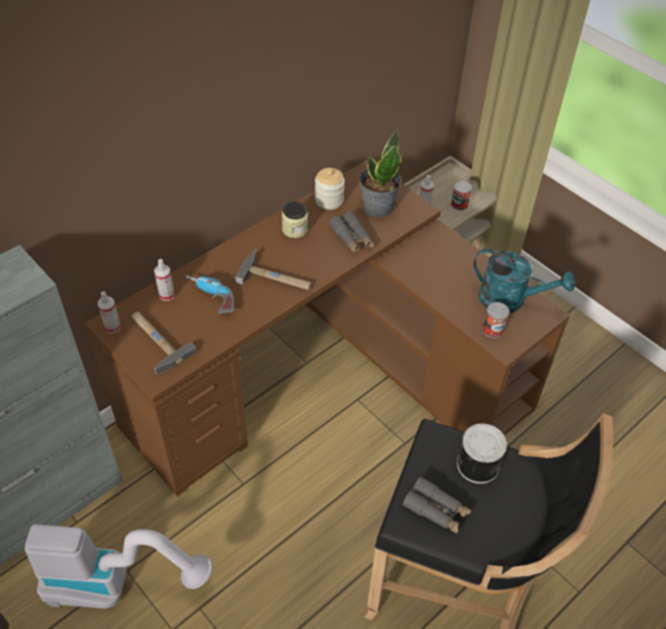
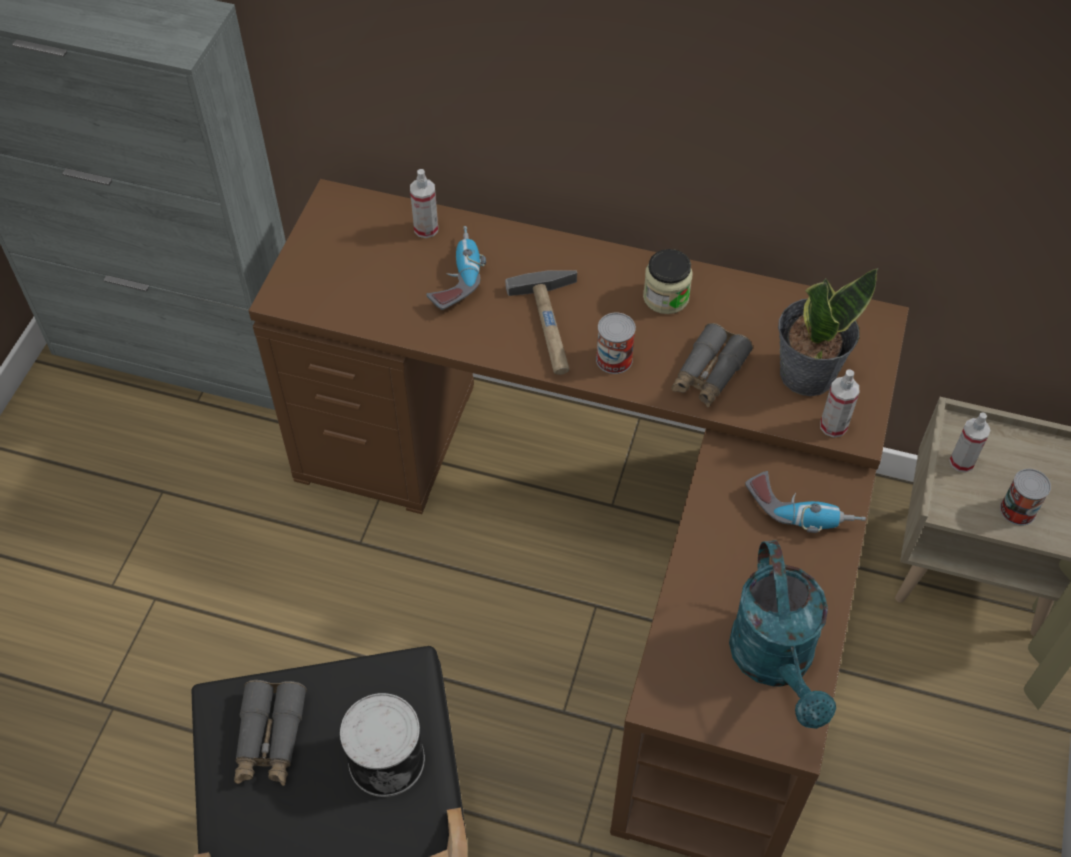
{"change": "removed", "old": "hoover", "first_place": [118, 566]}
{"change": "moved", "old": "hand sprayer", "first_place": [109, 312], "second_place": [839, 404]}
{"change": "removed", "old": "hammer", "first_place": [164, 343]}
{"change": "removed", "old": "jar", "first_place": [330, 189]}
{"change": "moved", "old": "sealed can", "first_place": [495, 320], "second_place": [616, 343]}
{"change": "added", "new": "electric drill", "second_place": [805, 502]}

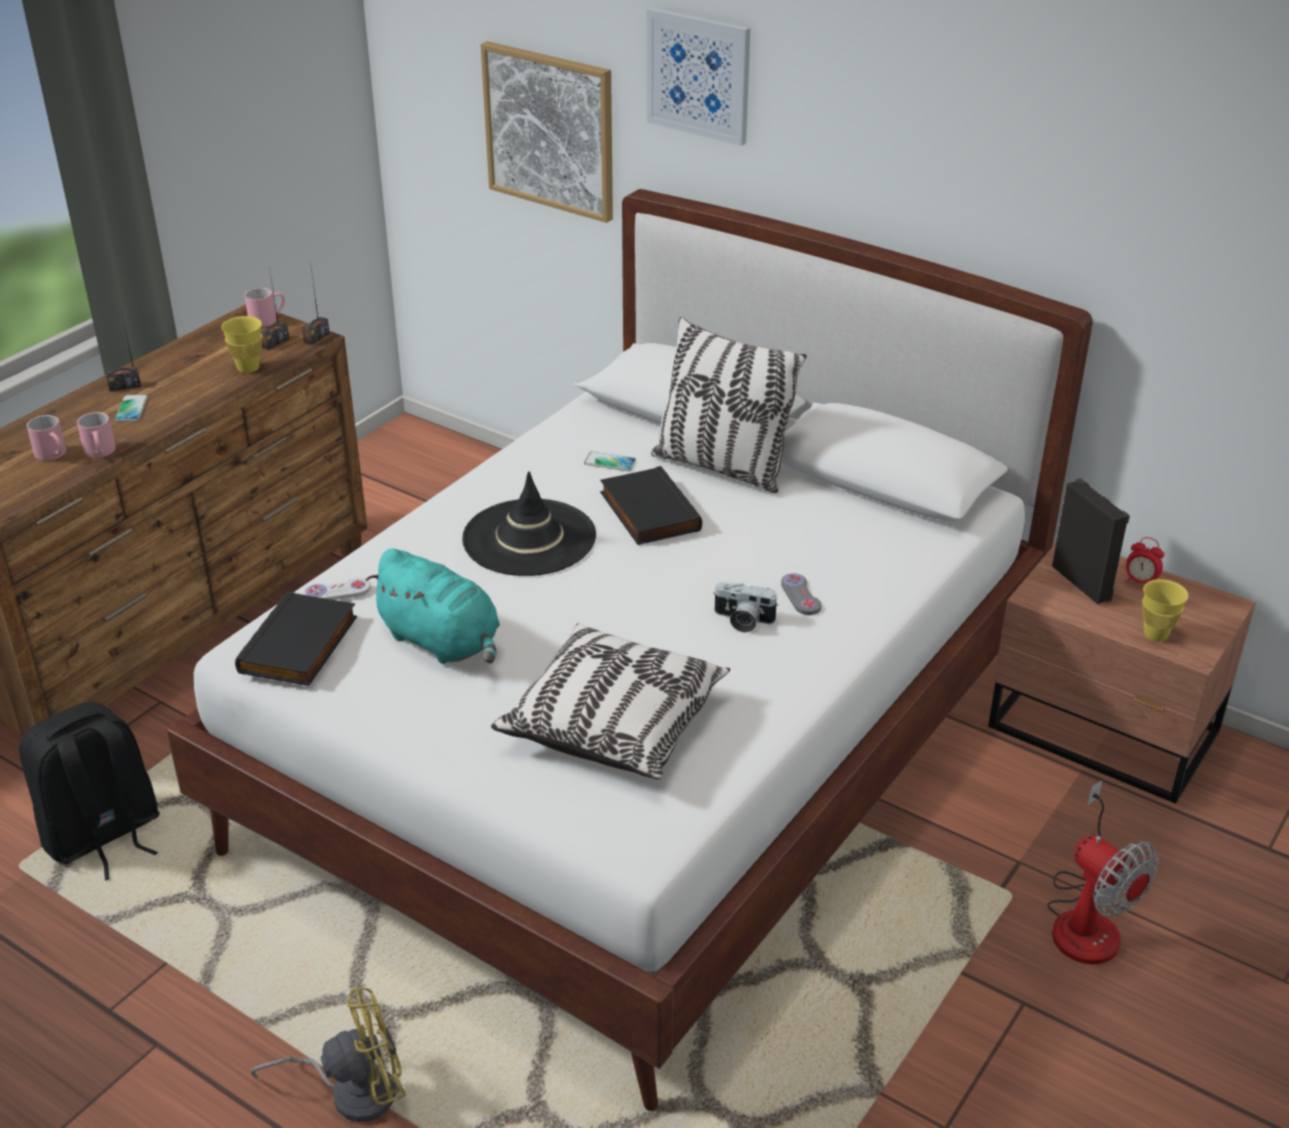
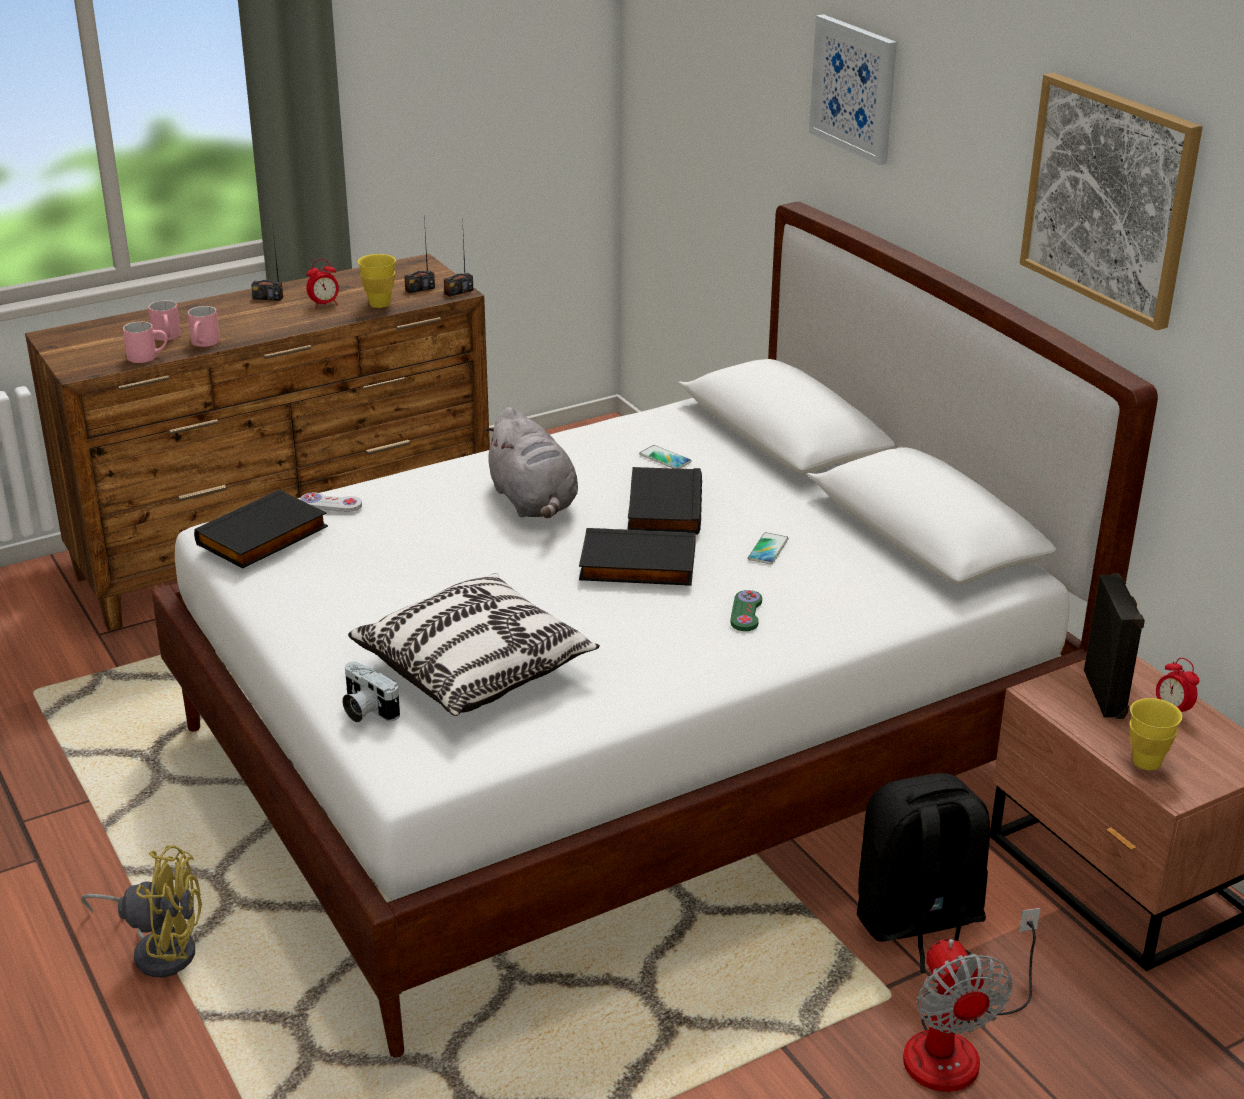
{"change": "moved", "old": "black-coloured knapsack", "first_place": [89, 791], "second_place": [923, 873]}
{"change": "moved", "old": "phone", "first_place": [131, 408], "second_place": [768, 548]}
{"change": "moved", "old": "pink-coloured coffee mug", "first_place": [265, 307], "second_place": [145, 342]}
{"change": "removed", "old": "blue-green soft toy", "first_place": [433, 606]}
{"change": "replaced", "old": "black-coloured wearable hat", "new": "gray soft toy", "first_place": [529, 523], "second_place": [530, 462]}
{"change": "moved", "old": "wall picture", "first_place": [547, 132], "second_place": [1111, 202]}
{"change": "removed", "old": "throw pillow", "first_place": [729, 405]}
{"change": "moved", "old": "still camera", "first_place": [746, 607], "second_place": [371, 692]}
{"change": "recoloured", "old": "gray gamepad", "new": "green gamepad", "first_place": [801, 594], "second_place": [746, 610]}
{"change": "added", "new": "table clock", "second_place": [322, 283]}
{"change": "added", "new": "black-coloured book", "second_place": [637, 557]}

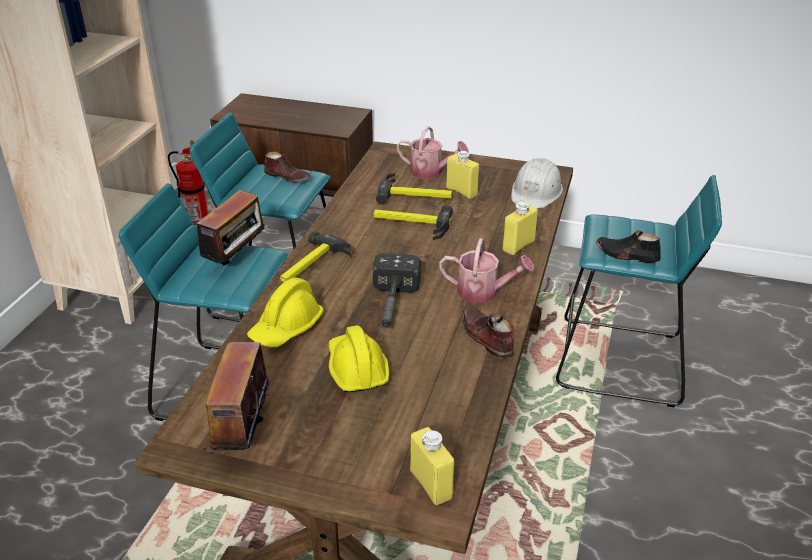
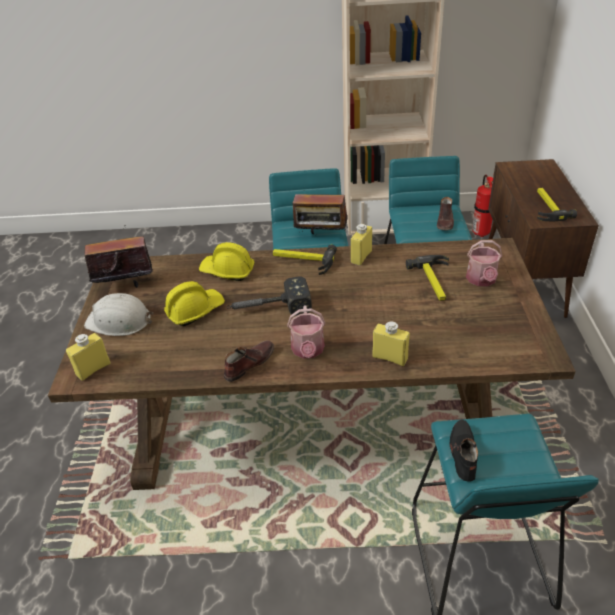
{"change": "moved", "old": "hammer", "first_place": [413, 222], "second_place": [557, 204]}
{"change": "moved", "old": "yellow drink bottle", "first_place": [462, 175], "second_place": [361, 244]}
{"change": "moved", "old": "whitish hard hat", "first_place": [537, 183], "second_place": [118, 314]}

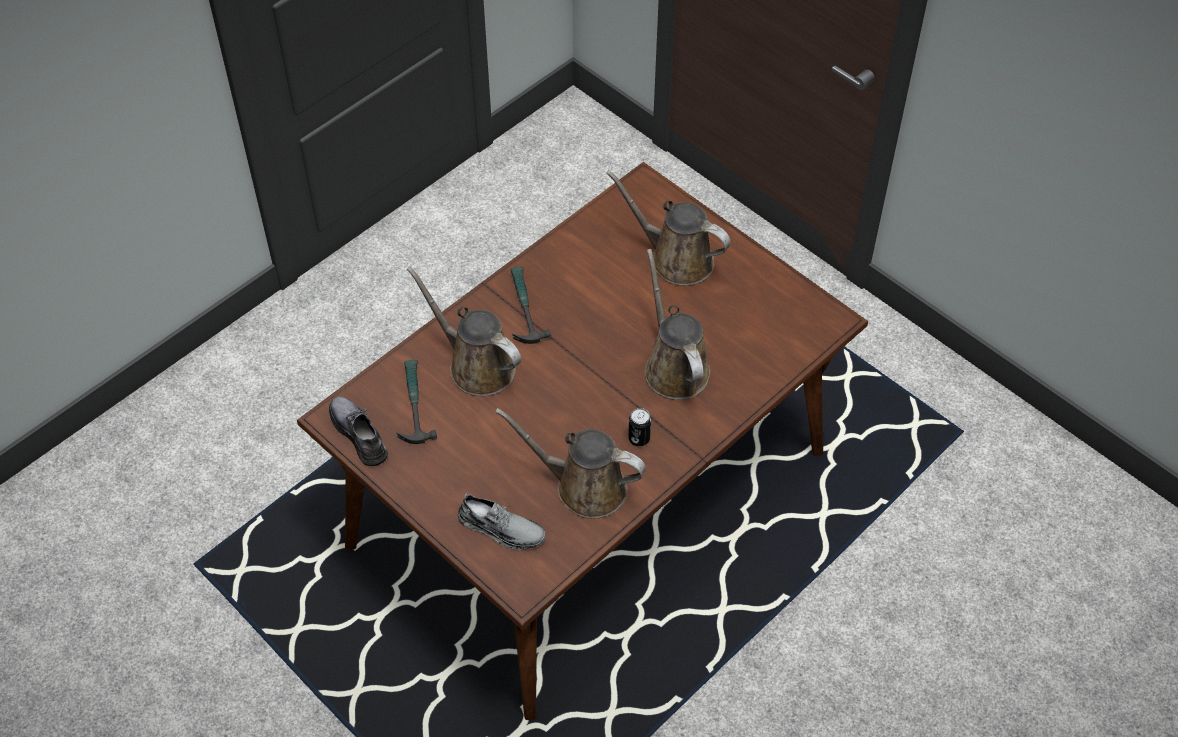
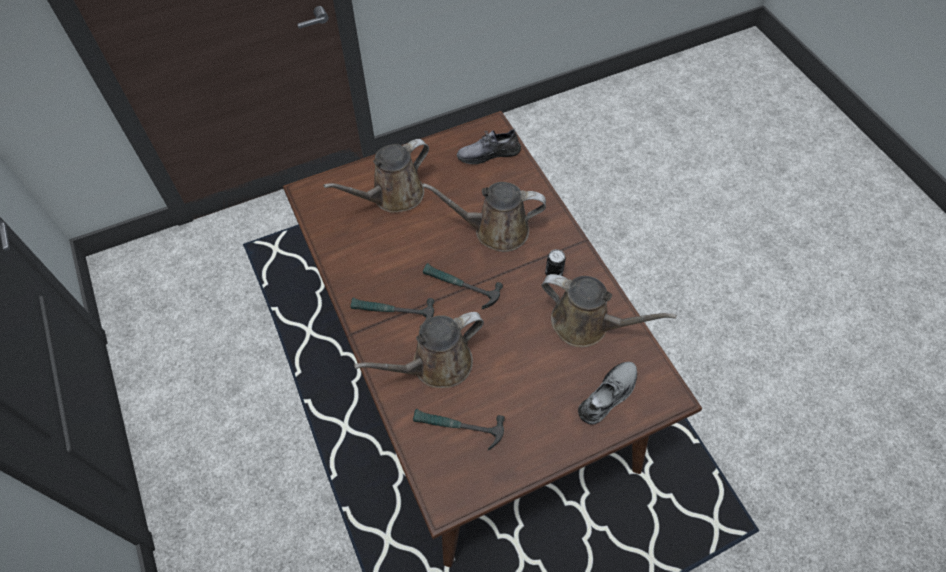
{"change": "moved", "old": "gray low shoe", "first_place": [358, 431], "second_place": [489, 146]}
{"change": "turned", "old": "brown watering pot", "first_place": [570, 463], "second_place": [609, 310], "degrees": -105}
{"change": "added", "new": "hammer", "second_place": [463, 286]}

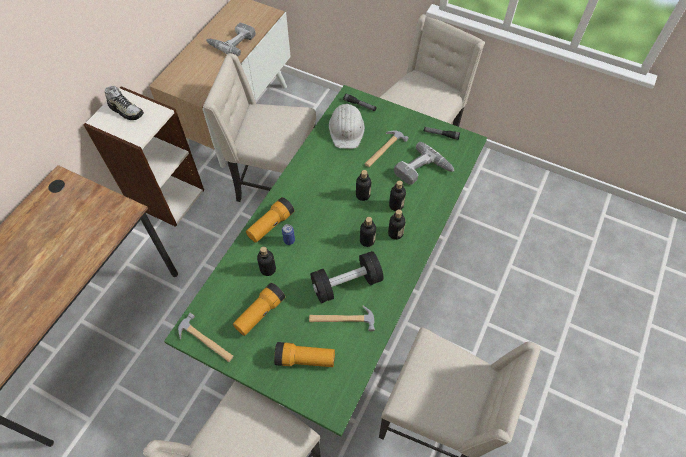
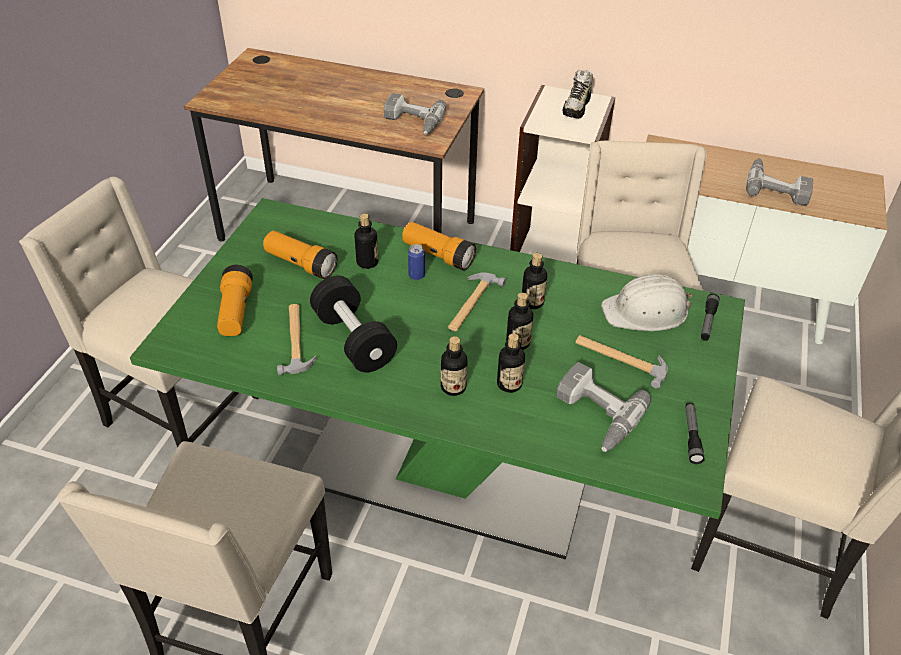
{"change": "moved", "old": "hammer", "first_place": [206, 337], "second_place": [477, 301]}
{"change": "moved", "old": "drink bottle", "first_place": [368, 232], "second_place": [534, 281]}
{"change": "added", "new": "electric drill", "second_place": [415, 114]}

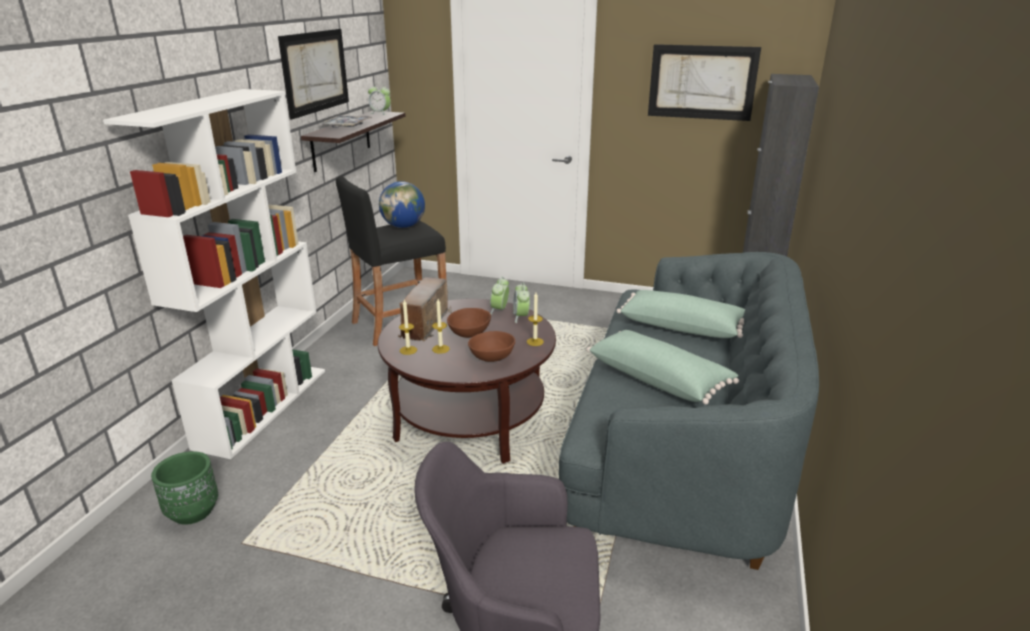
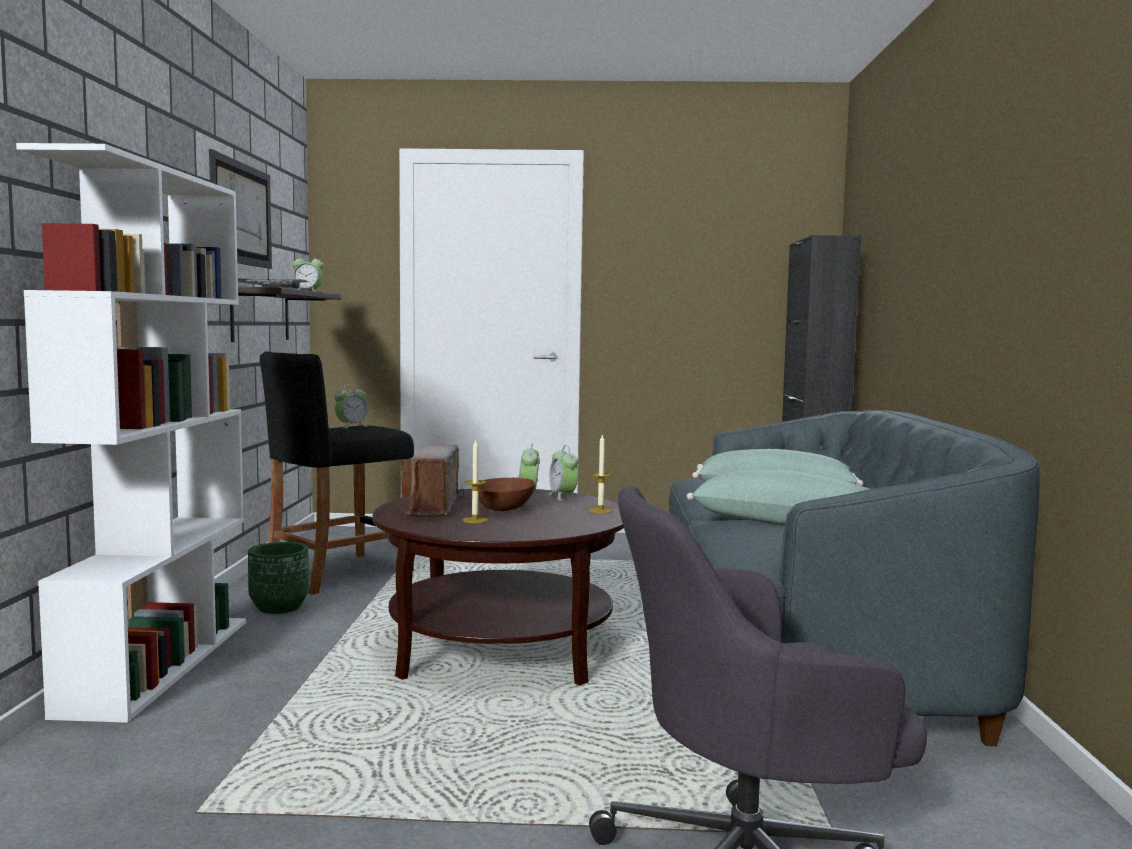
{"change": "moved", "old": "green planter", "first_place": [184, 488], "second_place": [278, 578]}
{"change": "replaced", "old": "world globe", "new": "table clock", "first_place": [402, 204], "second_place": [350, 406]}
{"change": "removed", "old": "wax light", "first_place": [408, 327]}
{"change": "removed", "old": "brown serving bowl", "first_place": [491, 346]}
{"change": "removed", "old": "wall picture", "first_place": [704, 82]}

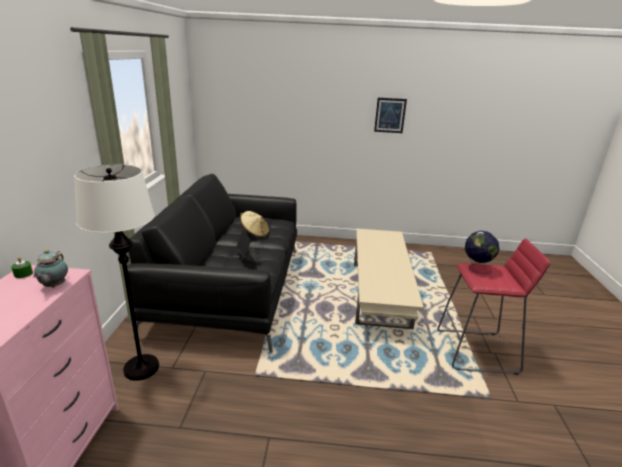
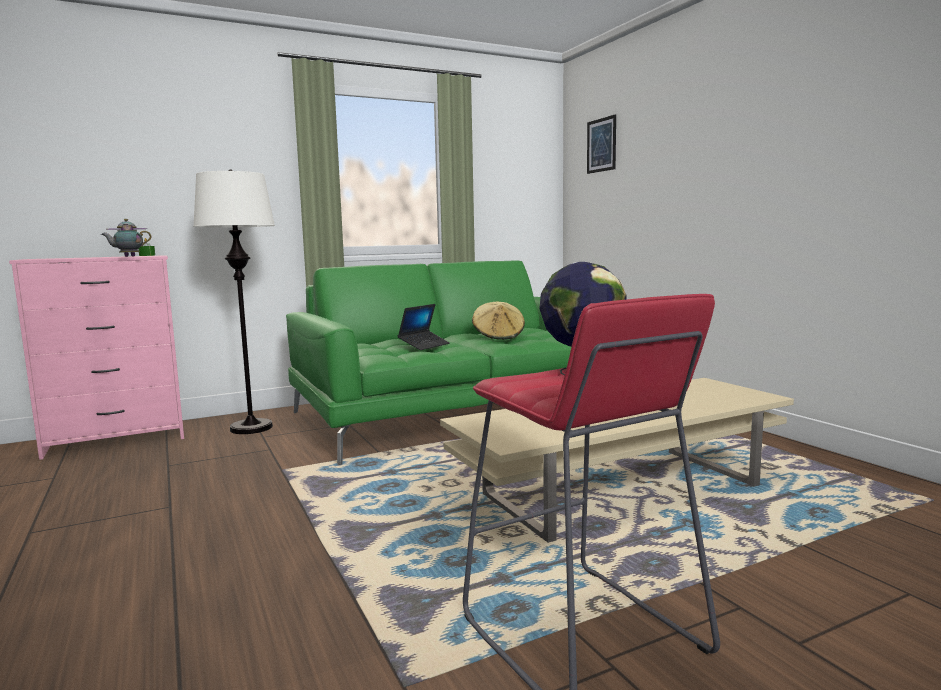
{"change": "recoloured", "old": "black-coloured couch", "new": "green couch", "first_place": [212, 263], "second_place": [428, 362]}
{"change": "moved", "old": "wall picture", "first_place": [390, 115], "second_place": [601, 144]}

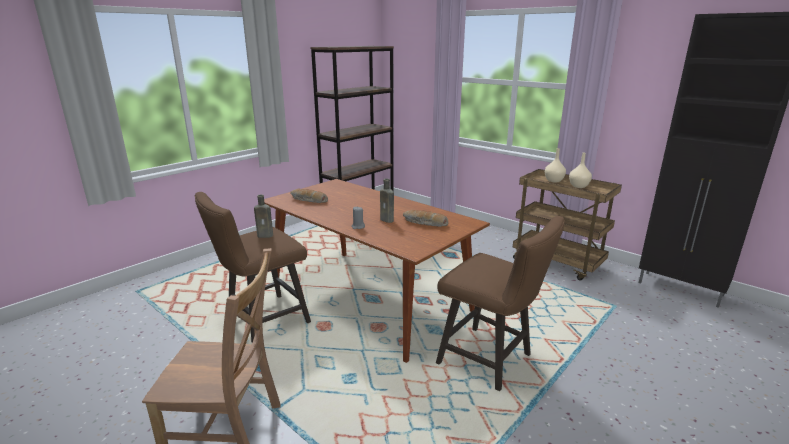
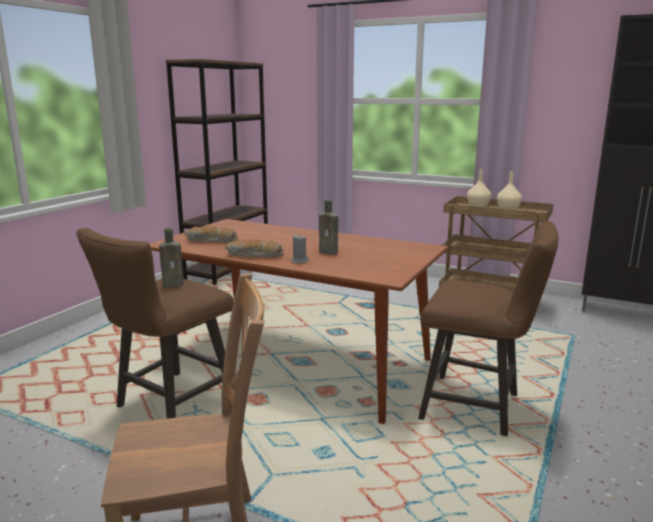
{"change": "moved", "old": "bakery bread", "first_place": [425, 218], "second_place": [254, 248]}

